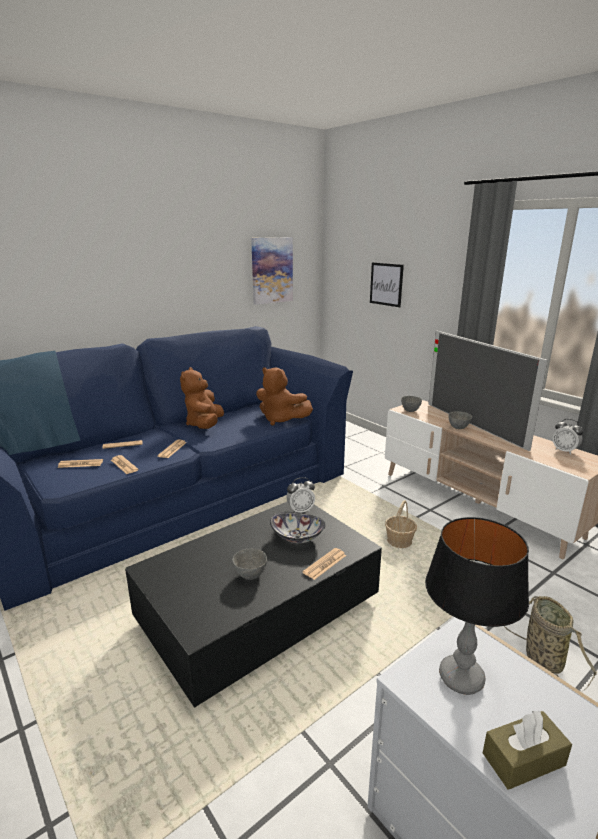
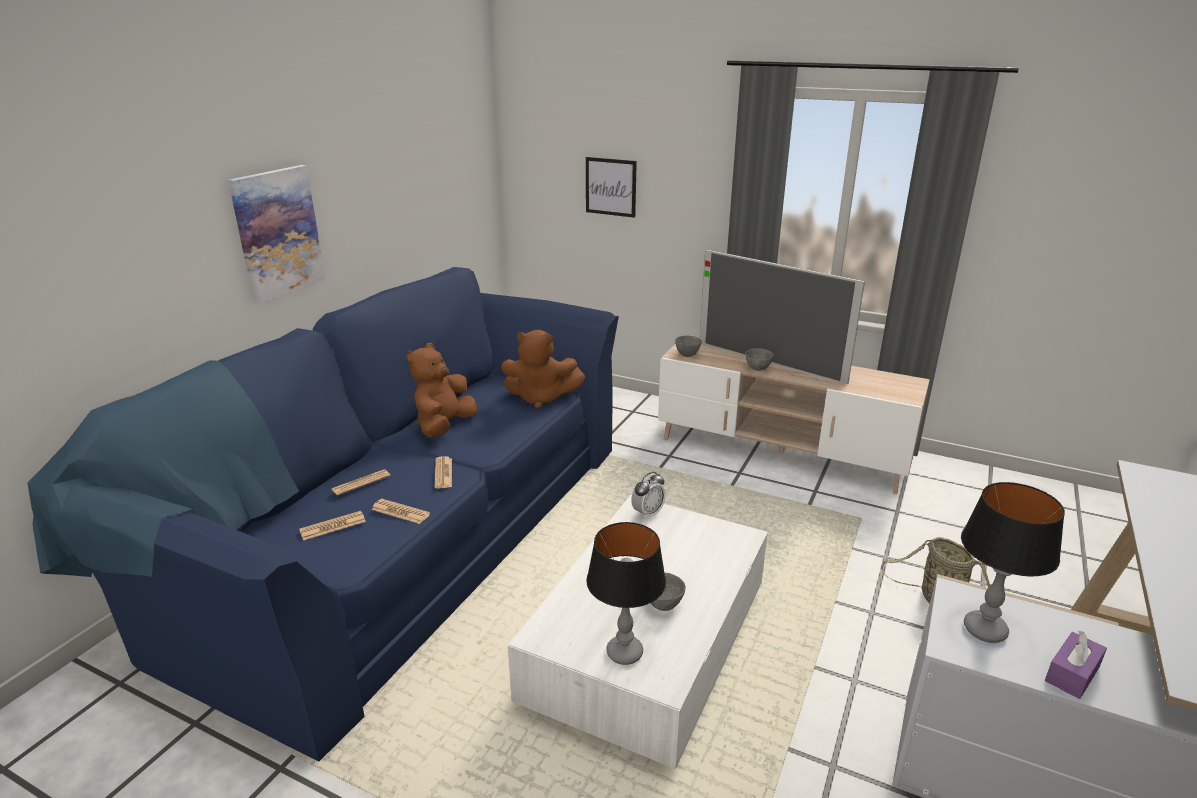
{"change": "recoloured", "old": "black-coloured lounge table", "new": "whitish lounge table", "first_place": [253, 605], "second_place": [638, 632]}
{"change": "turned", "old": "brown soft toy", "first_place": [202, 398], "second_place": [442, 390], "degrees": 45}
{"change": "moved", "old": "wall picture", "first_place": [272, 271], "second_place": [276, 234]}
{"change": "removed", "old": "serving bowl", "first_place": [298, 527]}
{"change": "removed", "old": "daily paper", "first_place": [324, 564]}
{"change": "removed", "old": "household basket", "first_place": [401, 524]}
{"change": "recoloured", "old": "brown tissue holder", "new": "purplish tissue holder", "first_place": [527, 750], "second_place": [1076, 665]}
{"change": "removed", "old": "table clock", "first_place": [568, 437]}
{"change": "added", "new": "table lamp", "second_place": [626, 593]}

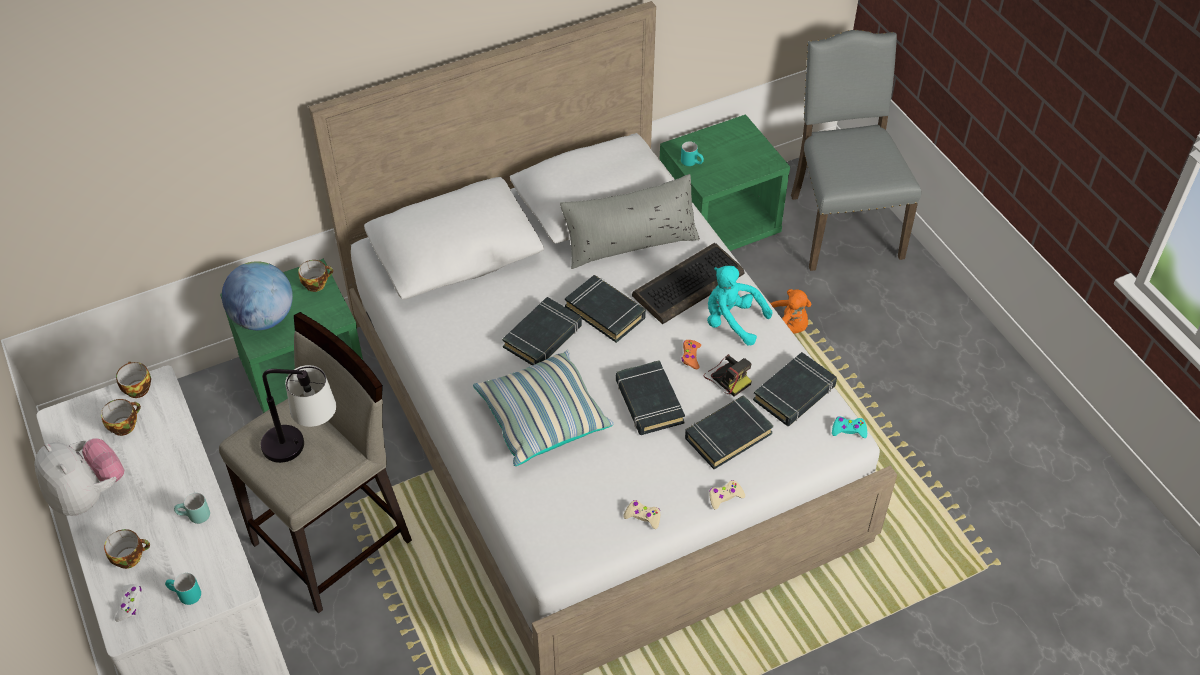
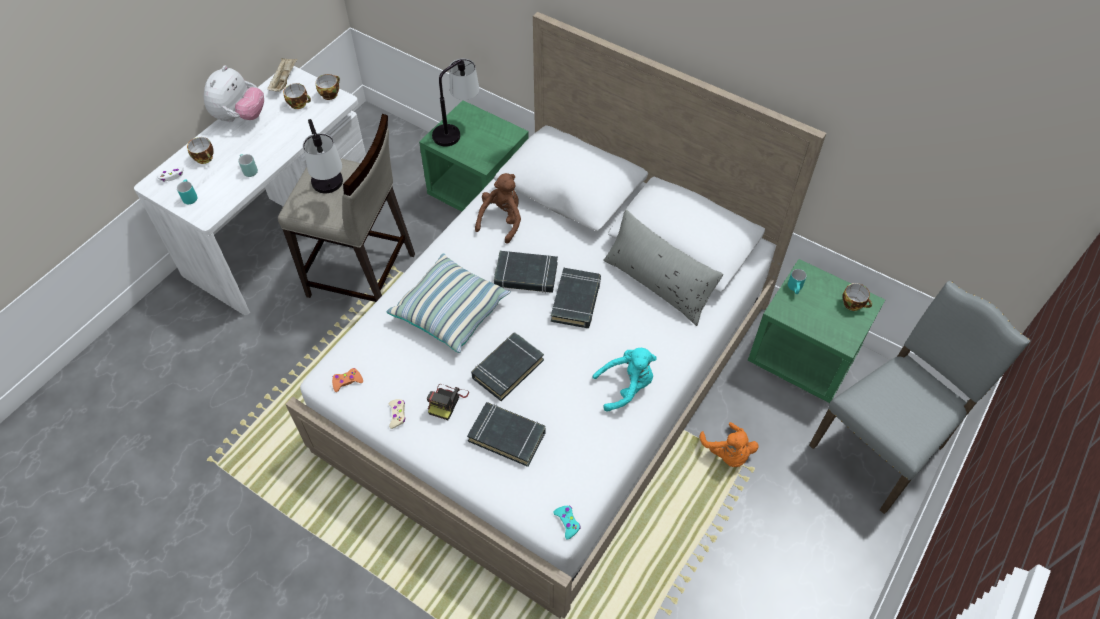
{"change": "replaced", "old": "world globe", "new": "table lamp", "first_place": [257, 295], "second_place": [456, 102]}
{"change": "moved", "old": "small cup", "first_place": [315, 276], "second_place": [857, 297]}
{"change": "removed", "old": "computer keyboard", "first_place": [688, 283]}
{"change": "moved", "old": "orange-coloured gamepad", "first_place": [691, 354], "second_place": [347, 380]}
{"change": "moved", "old": "still camera", "first_place": [728, 375], "second_place": [448, 402]}
{"change": "turned", "old": "blue-green soft toy", "first_place": [740, 305], "second_place": [624, 380], "degrees": 75}
{"change": "removed", "old": "beige-coloured gamepad", "first_place": [727, 495]}
{"change": "removed", "old": "black-coloured book", "first_place": [795, 389]}
{"change": "added", "new": "beige-coloured tray", "second_place": [282, 75]}
{"change": "added", "new": "brown soft toy", "second_place": [498, 208]}

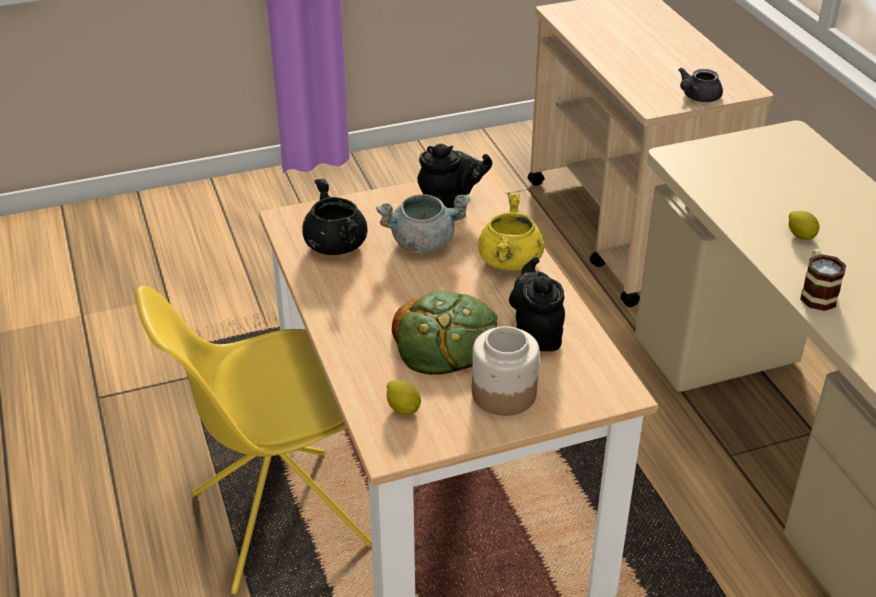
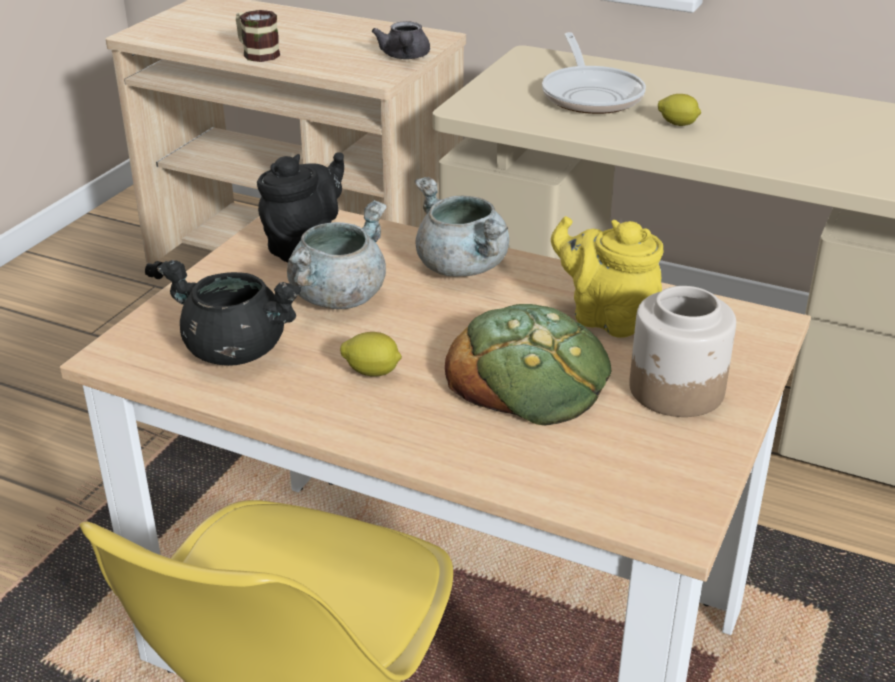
{"change": "moved", "old": "whole lemon", "first_place": [404, 398], "second_place": [371, 354]}
{"change": "recoloured", "old": "yellow stockpot", "new": "gray stockpot", "first_place": [511, 231], "second_place": [462, 227]}
{"change": "recoloured", "old": "black-coloured teapot", "new": "yellow teapot", "first_place": [537, 304], "second_place": [607, 277]}
{"change": "moved", "old": "coffee mug", "first_place": [823, 280], "second_place": [258, 36]}
{"change": "added", "new": "skillet", "second_place": [594, 73]}

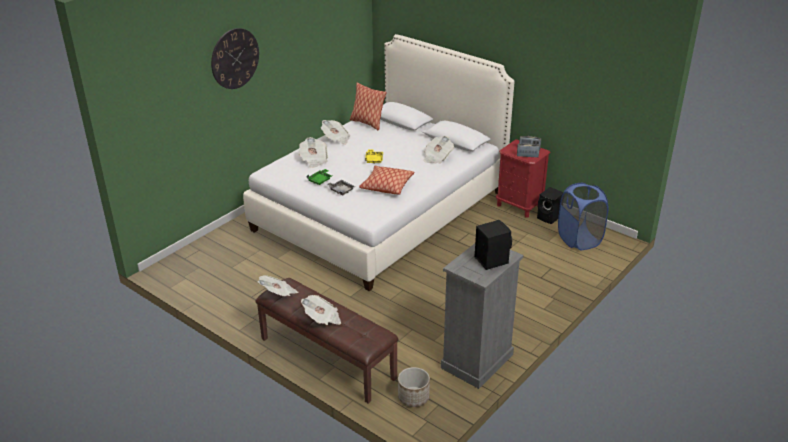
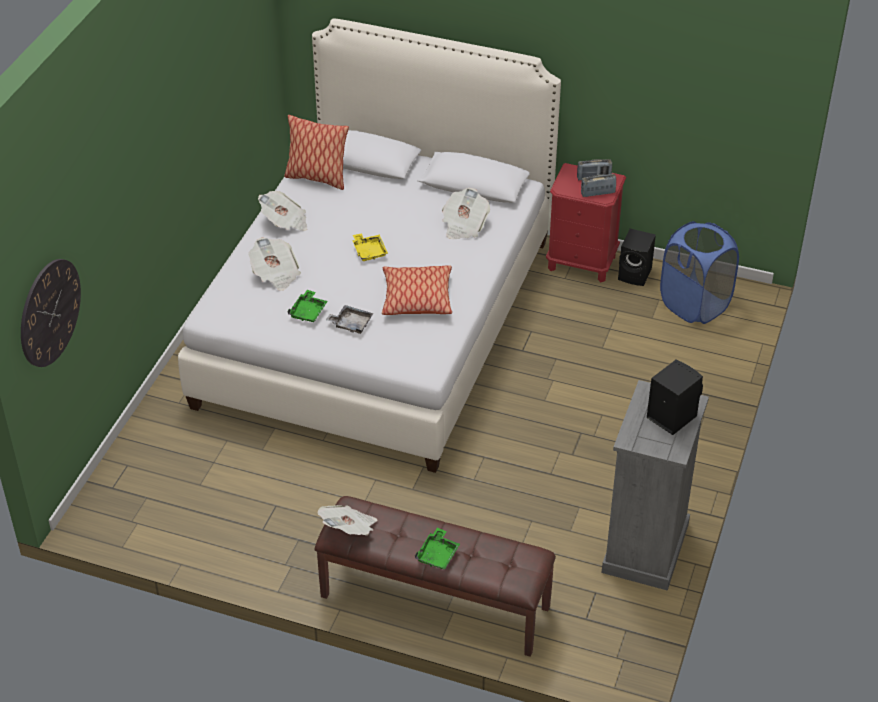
{"change": "moved", "old": "wall clock", "first_place": [235, 58], "second_place": [51, 313]}
{"change": "replaced", "old": "daily paper", "new": "green tray", "first_place": [321, 310], "second_place": [437, 548]}
{"change": "removed", "old": "planter", "first_place": [414, 387]}

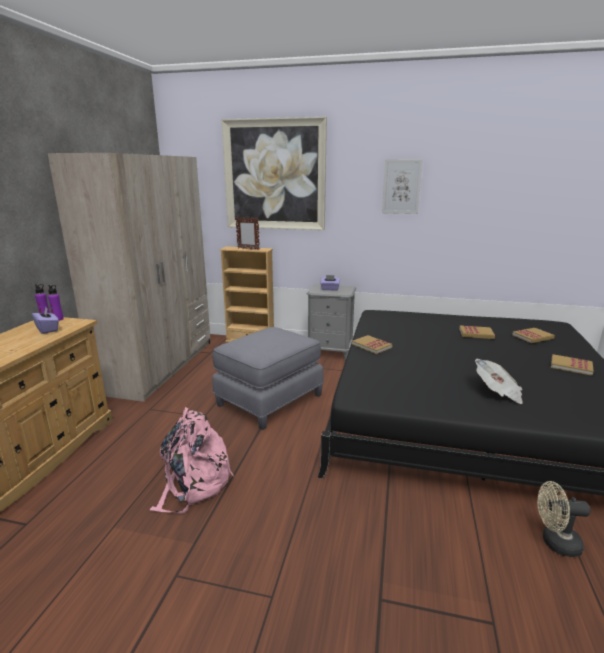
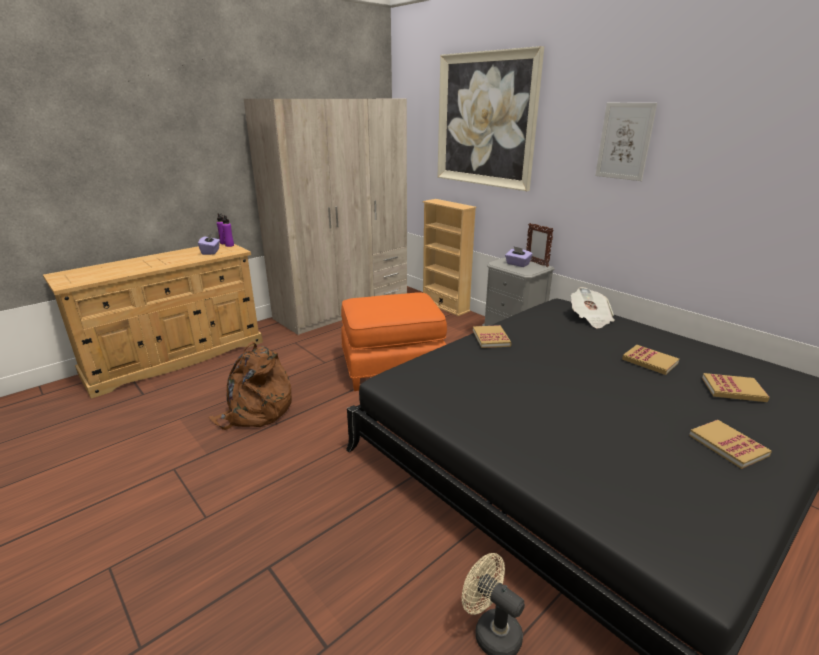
{"change": "recoloured", "old": "pink-coloured knapsack", "new": "brown knapsack", "first_place": [191, 460], "second_place": [250, 385]}
{"change": "recoloured", "old": "gray ottoman", "new": "orange-coloured ottoman", "first_place": [268, 378], "second_place": [394, 341]}
{"change": "moved", "old": "standing frame", "first_place": [248, 233], "second_place": [540, 245]}
{"change": "moved", "old": "daily paper", "first_place": [499, 381], "second_place": [593, 308]}

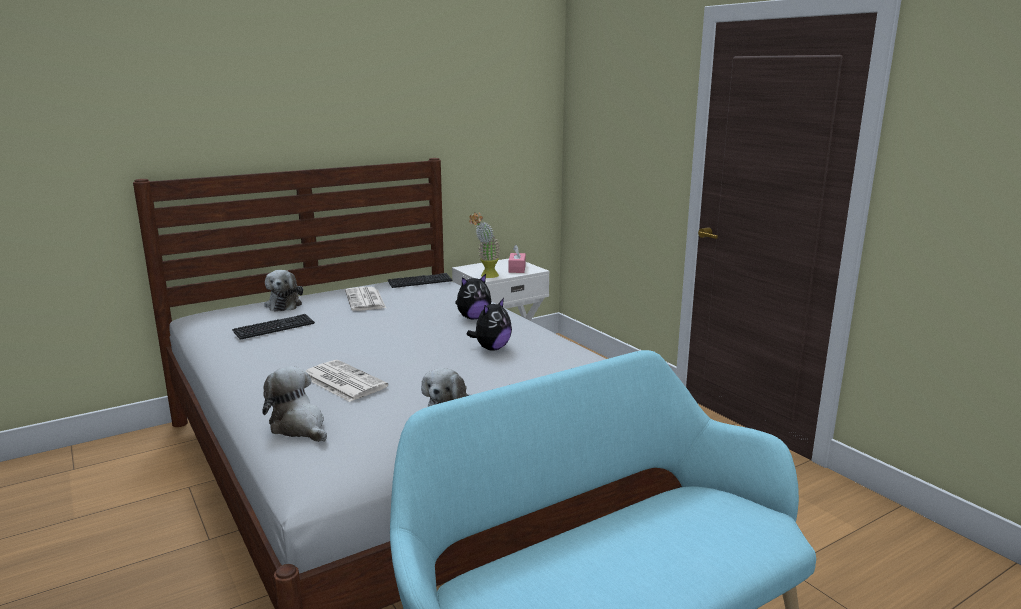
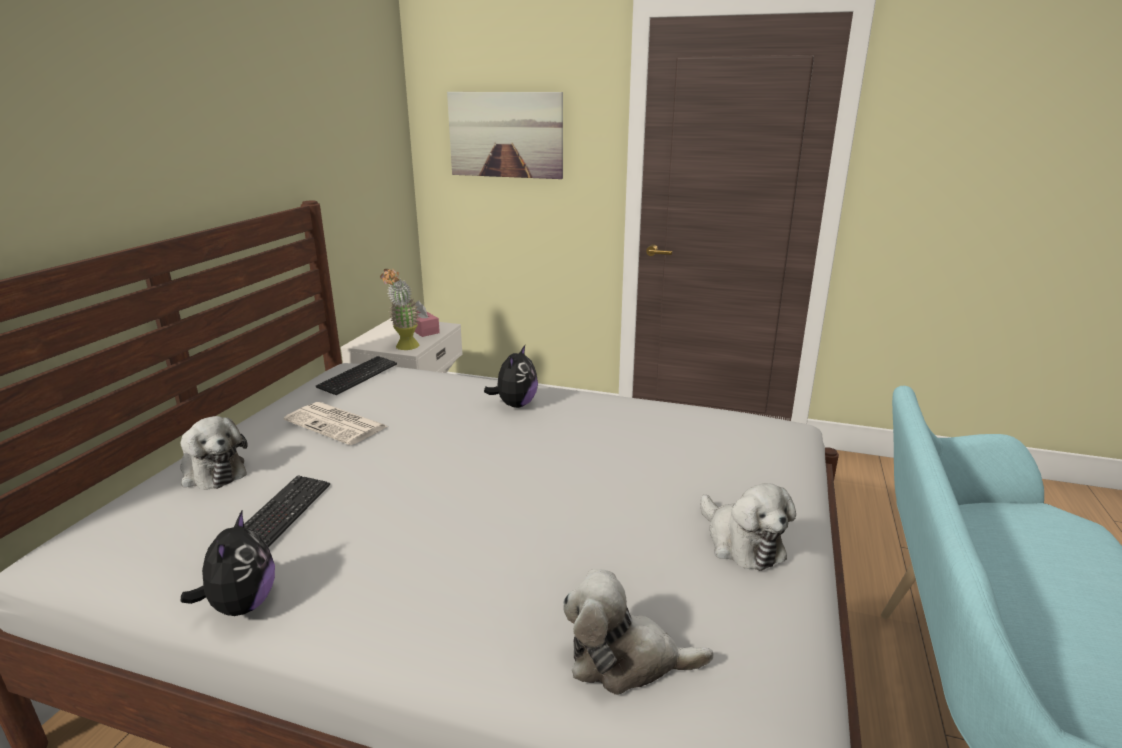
{"change": "removed", "old": "daily paper", "first_place": [347, 381]}
{"change": "moved", "old": "soft toy", "first_place": [489, 324], "second_place": [228, 562]}
{"change": "added", "new": "wall picture", "second_place": [505, 135]}

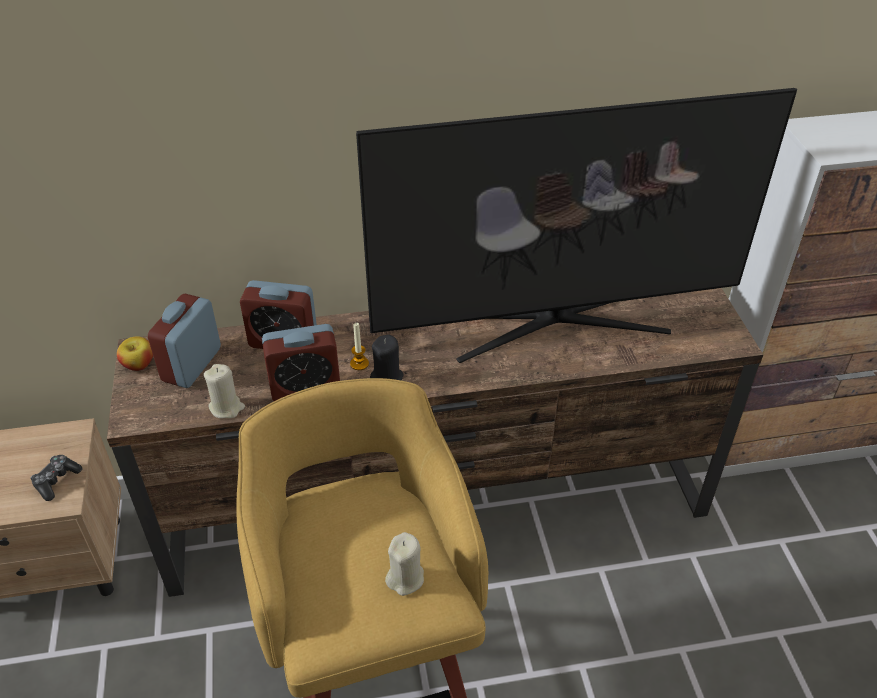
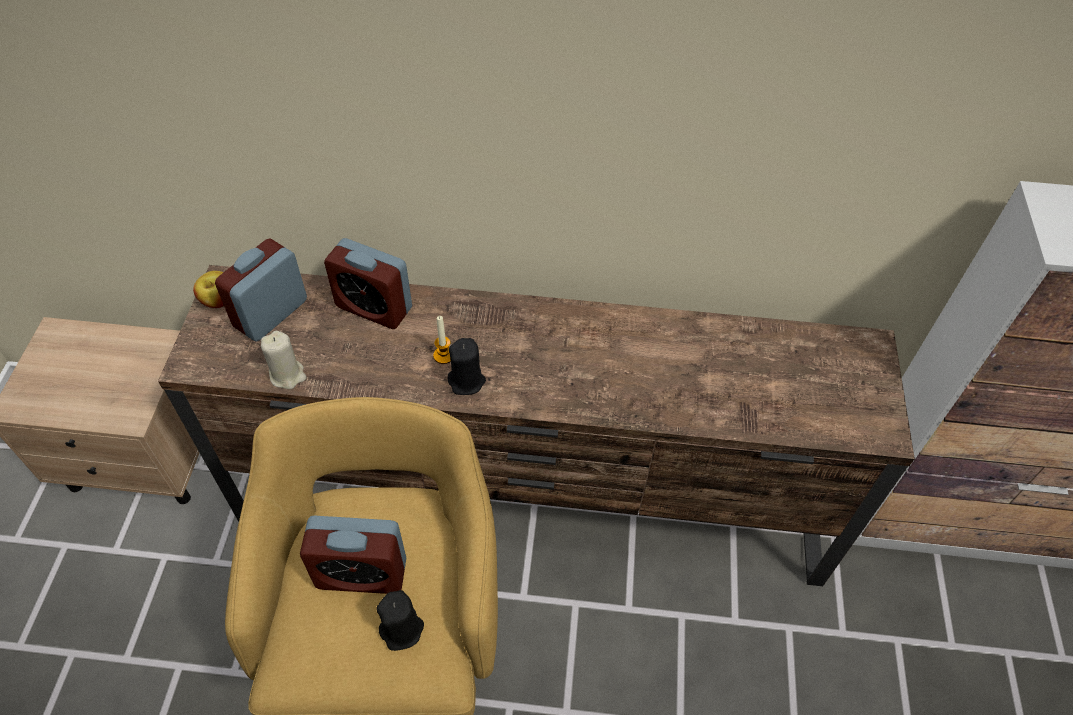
{"change": "removed", "old": "gamepad", "first_place": [56, 478]}
{"change": "moved", "old": "table clock", "first_place": [301, 362], "second_place": [353, 555]}
{"change": "removed", "old": "TV set", "first_place": [576, 225]}
{"change": "recoloured", "old": "beige-coloured wax light", "new": "black-coloured wax light", "first_place": [404, 564], "second_place": [400, 620]}

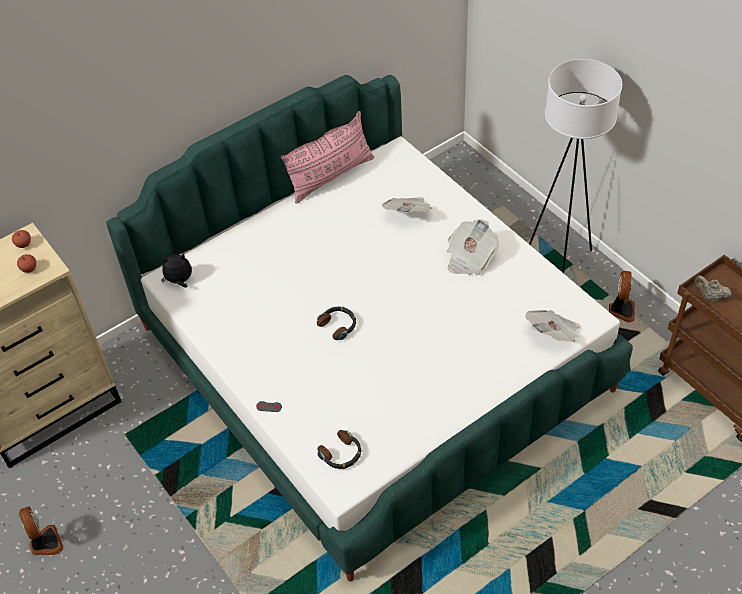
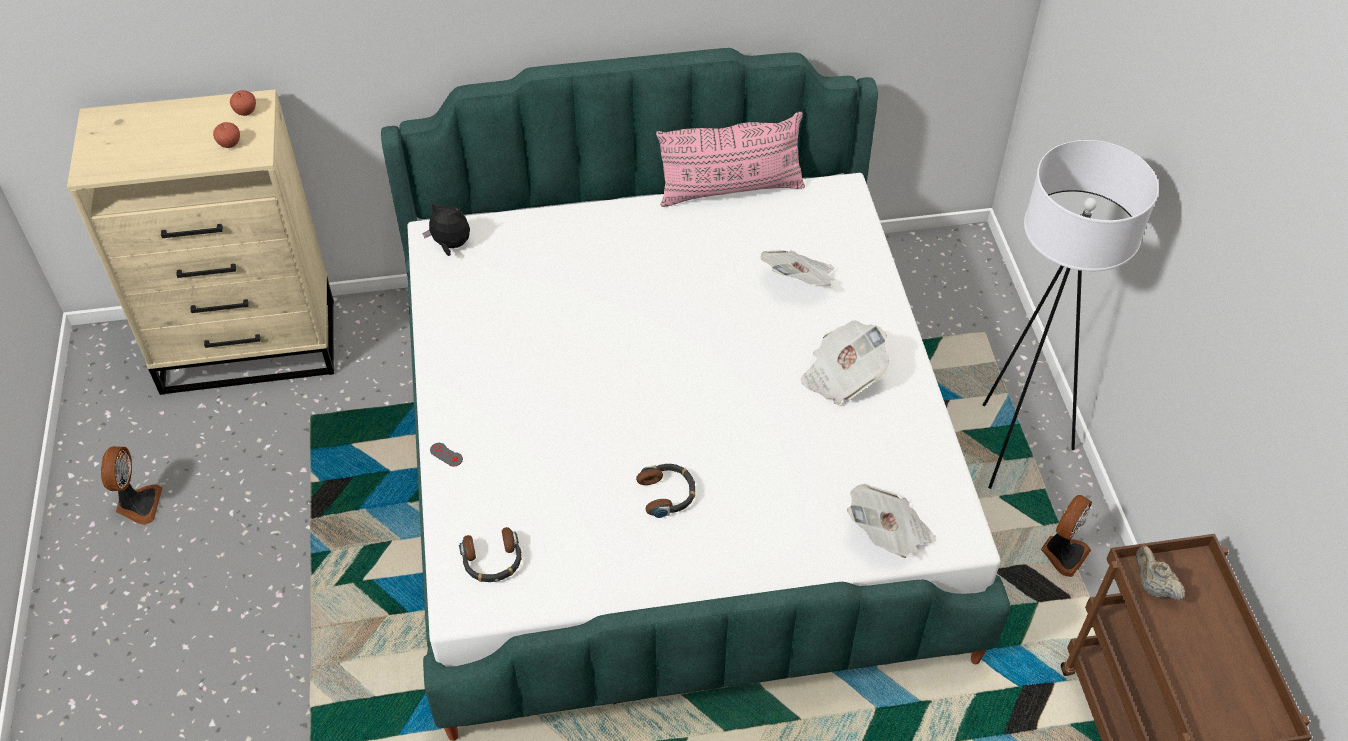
{"change": "moved", "old": "headset", "first_place": [336, 323], "second_place": [665, 491]}

